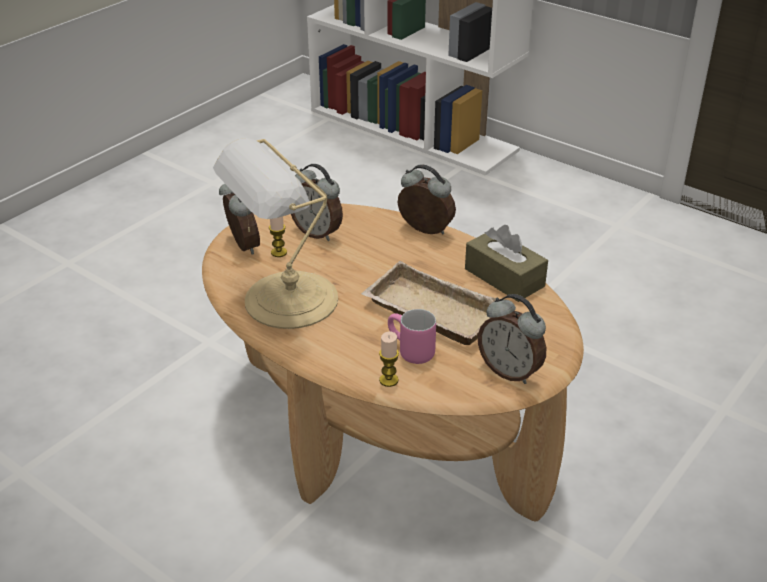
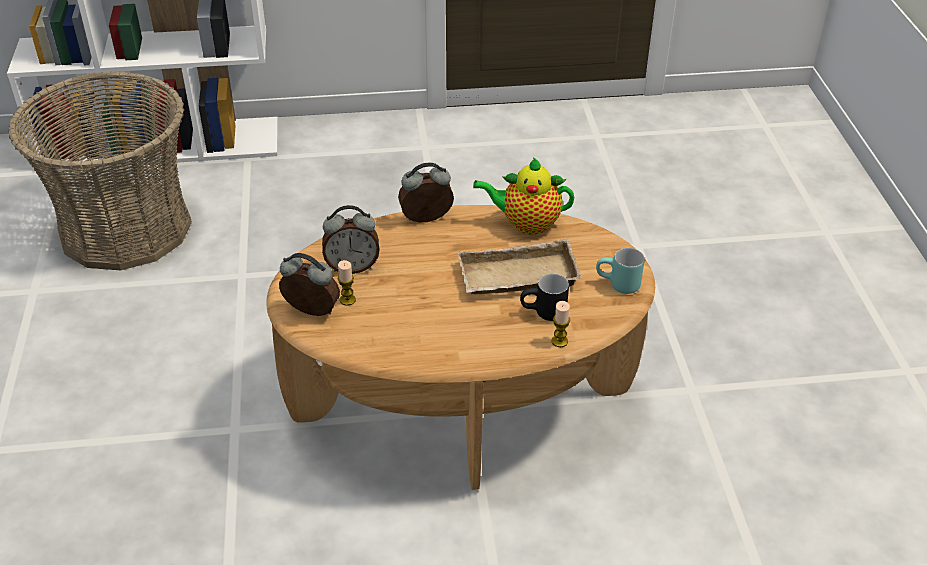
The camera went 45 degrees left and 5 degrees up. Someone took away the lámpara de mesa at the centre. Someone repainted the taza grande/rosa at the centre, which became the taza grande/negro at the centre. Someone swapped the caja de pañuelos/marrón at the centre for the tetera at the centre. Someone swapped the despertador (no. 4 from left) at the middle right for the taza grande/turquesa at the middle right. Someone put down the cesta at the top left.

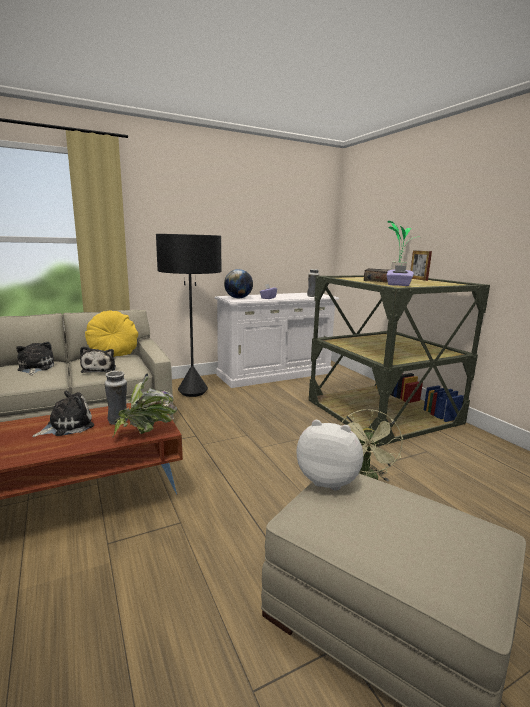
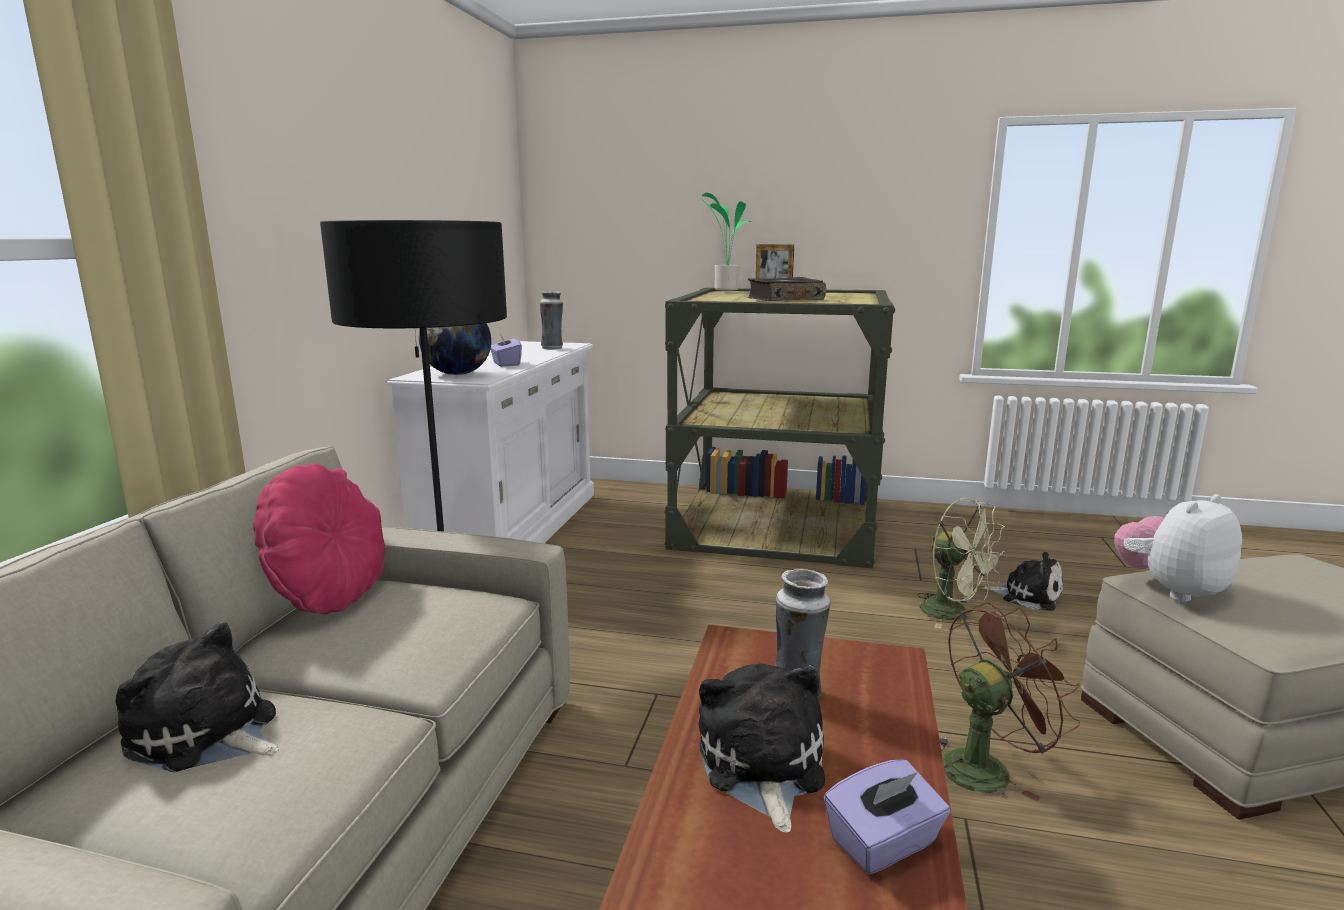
The camera went 50 degrees left and 0 degrees up. Someone carried the peluche (no. 3 from left) from the middle left to the middle right. Someone repainted the cojín/amarillo at the middle left, which became the cojín/rosa at the middle left. Someone took away the planta en maceta (no. 1 from left) at the middle left. Someone carried the caja de pañuelos/morado (no. 2 from left) from the middle right to the bottom centre. Someone put down the ventilador/marrón at the bottom right.

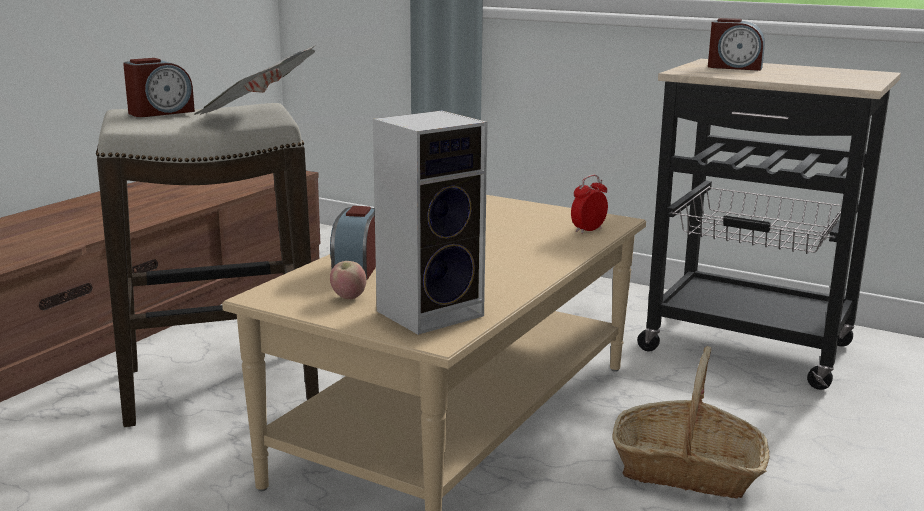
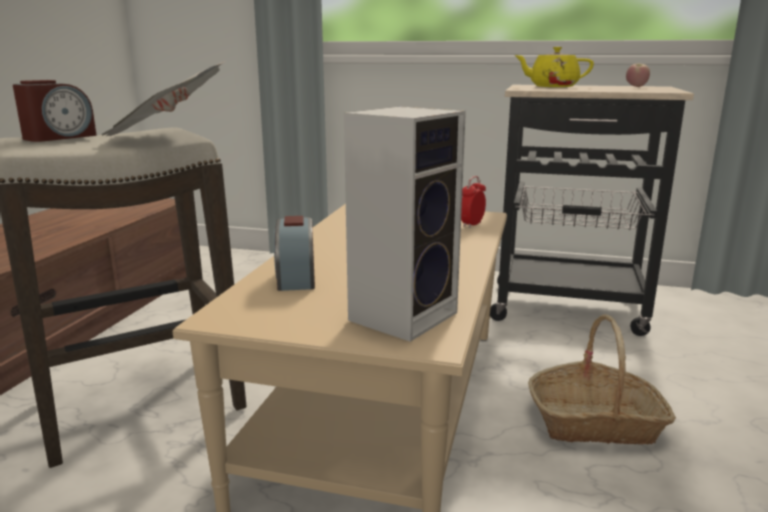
The camera went 15 degrees left and 0 degrees up. Someone carried the manzana from the centre to the top right. Someone swapped the despertador (no. 4 from left) at the top right for the tetera/amarillo at the top right.

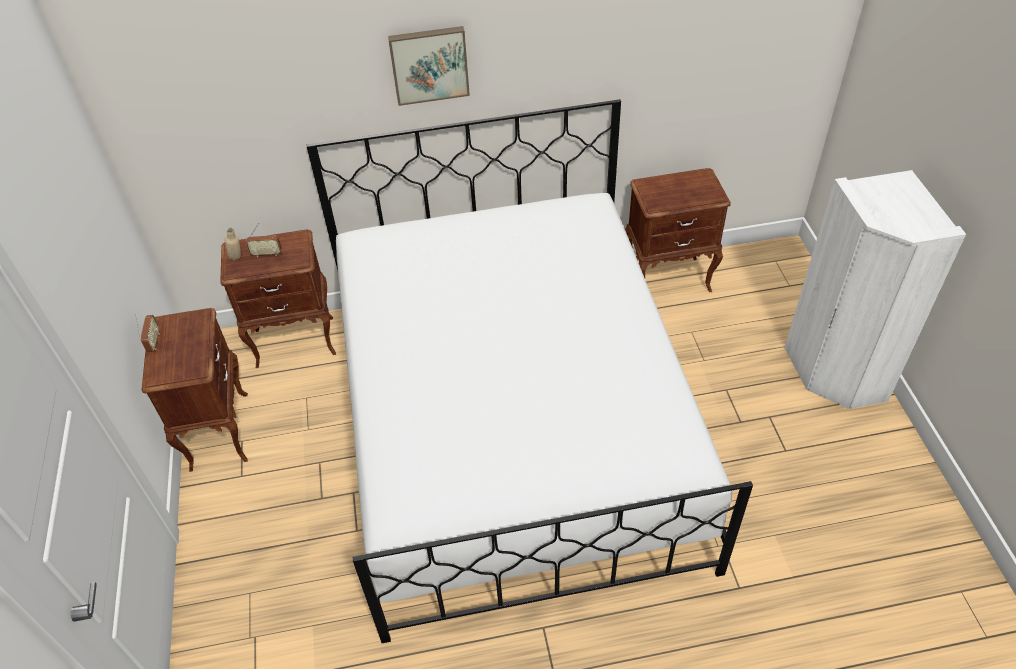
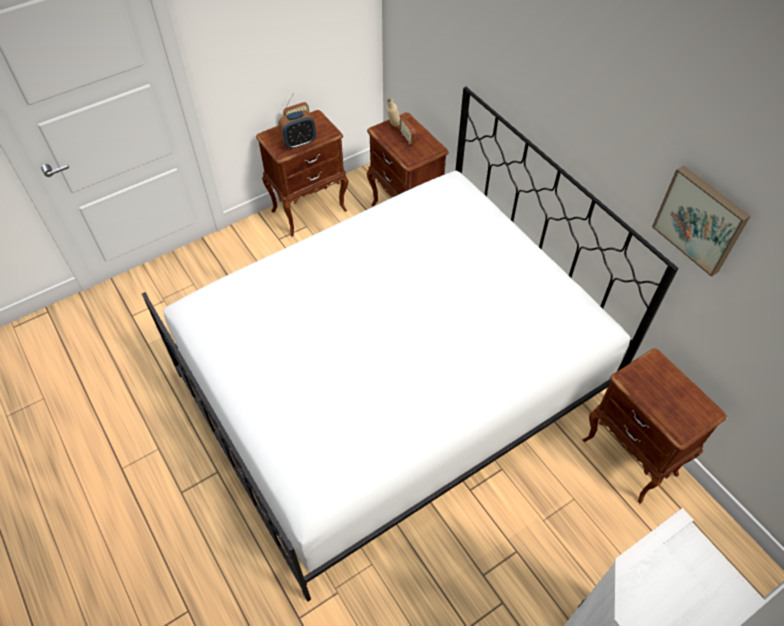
The camera went 65 degrees right and 5 degrees up. Someone carried the cuadro from the top centre to the middle right. Someone put down the despertador at the top centre.

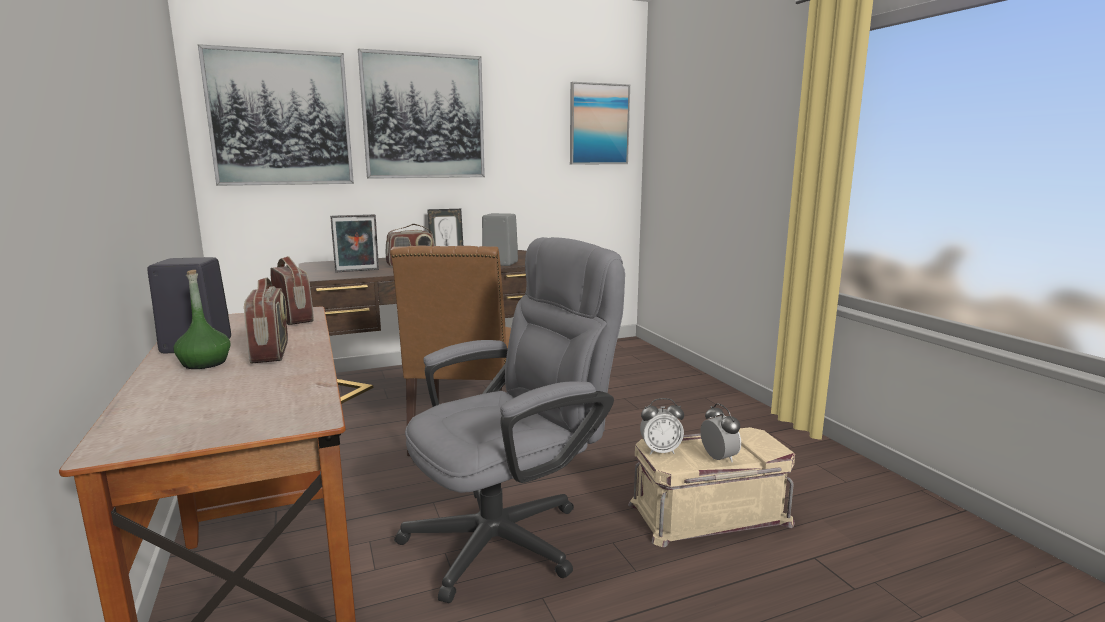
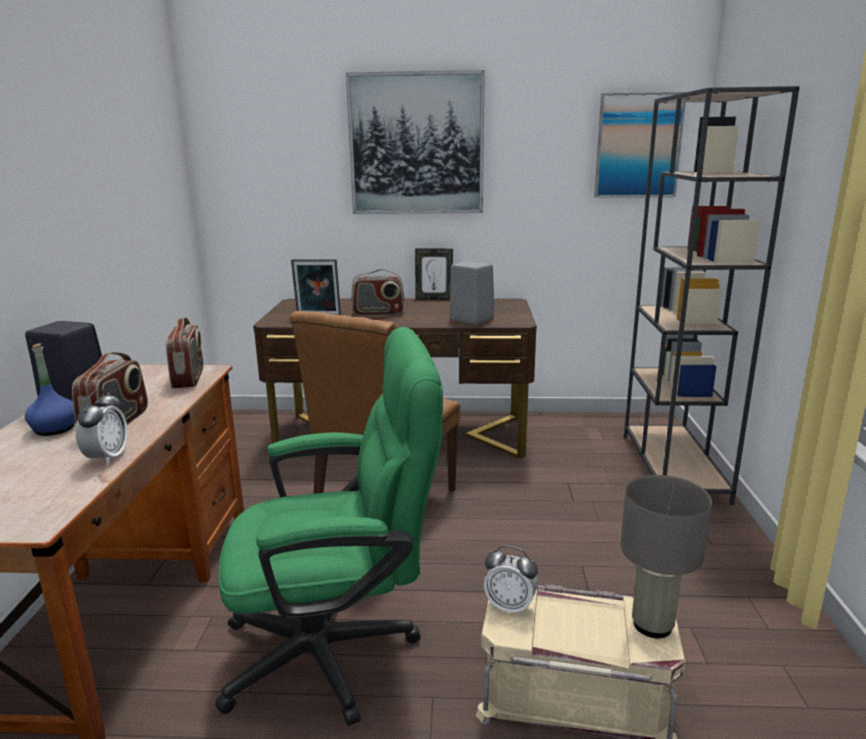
The camera went 25 degrees right and 5 degrees up. Someone repainted the botella/verde at the middle left, which became the botella/azul at the middle left. Someone took away the cuadro (no. 1 from left) at the top left. Someone repainted the silla de oficina/gris at the bottom centre, which became the silla de oficina/verde at the bottom centre. Someone carried the despertador (no. 2 from left in the first image) from the bottom centre to the middle left. Someone put down the lámpara de mesa/gris at the bottom right. Someone put down the estantería at the middle right.

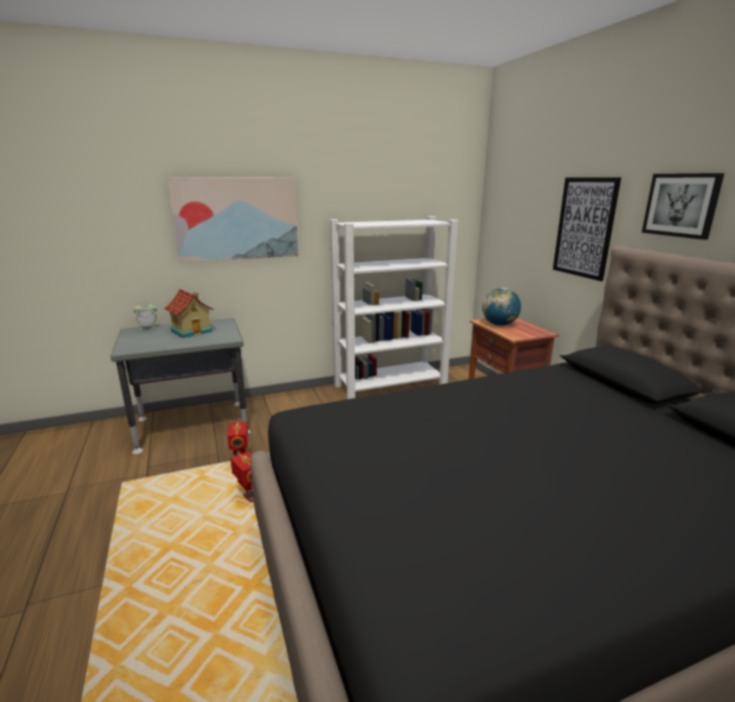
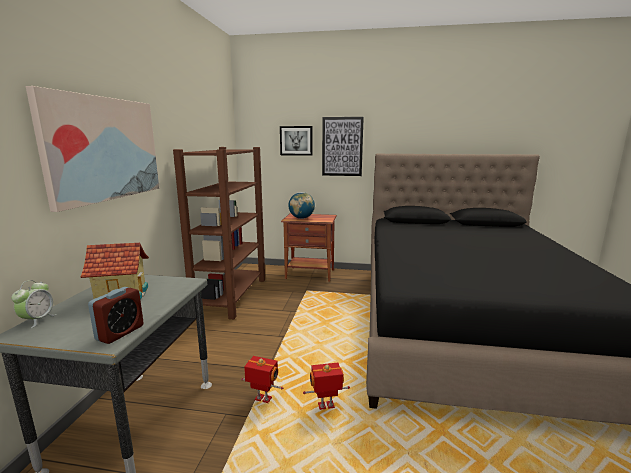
The camera went 60 degrees left and 5 degrees down. Someone repainted the estantería/blanco at the centre, which became the estantería/marrón at the centre. Someone carried the cuadro (no. 3 from left in the first image) from the top right to the top centre. Someone put down the despertador (no. 2 from left) at the middle left.

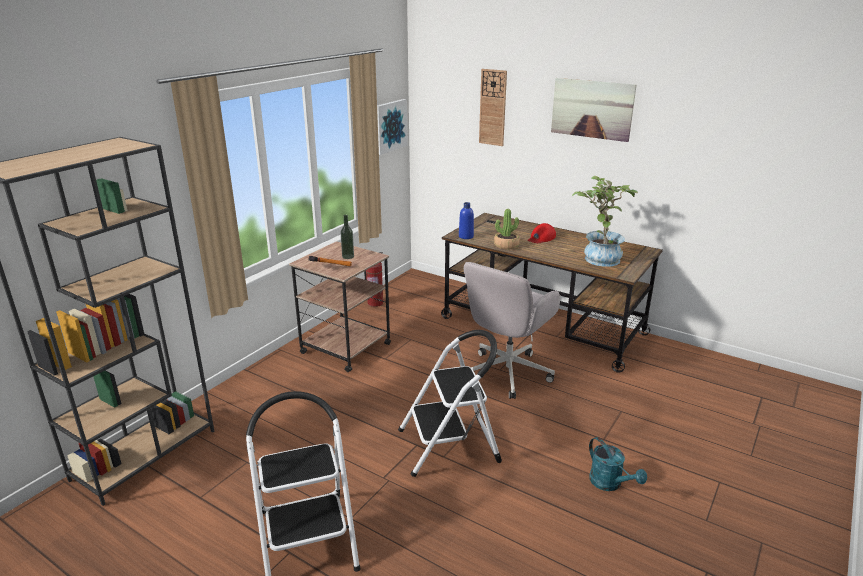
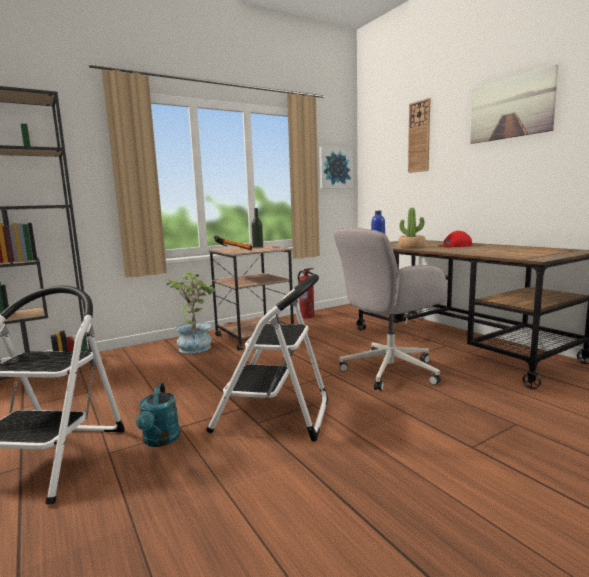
The camera went 25 degrees right and 15 degrees down. Someone carried the planta en maceta (no. 2 from left in the first image) from the middle right to the middle left. Someone carried the regadera/turquesa from the bottom right to the bottom left.

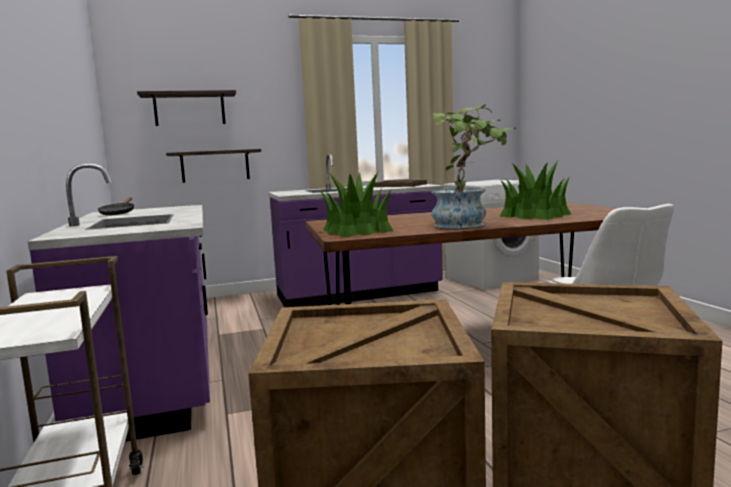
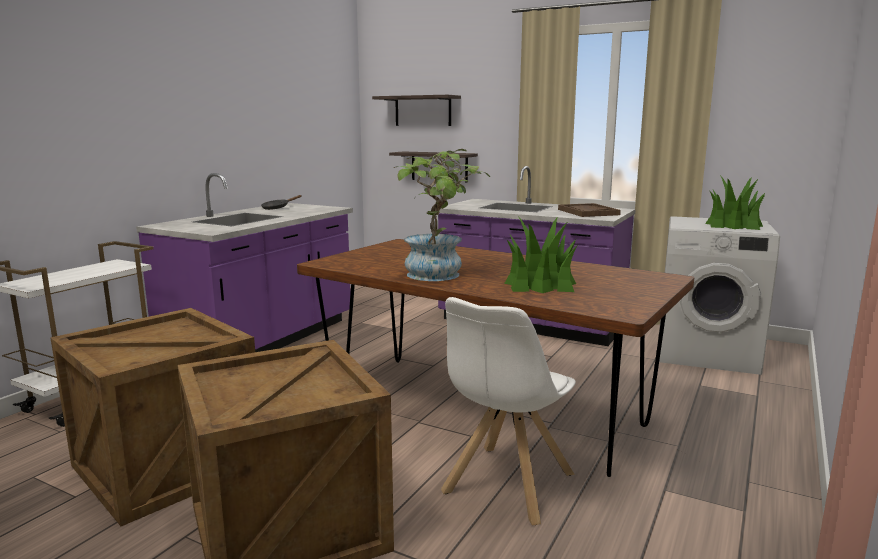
The camera went 45 degrees right and 5 degrees up. Someone carried the planta en maceta (no. 1 from left in the first image) from the centre to the middle right.

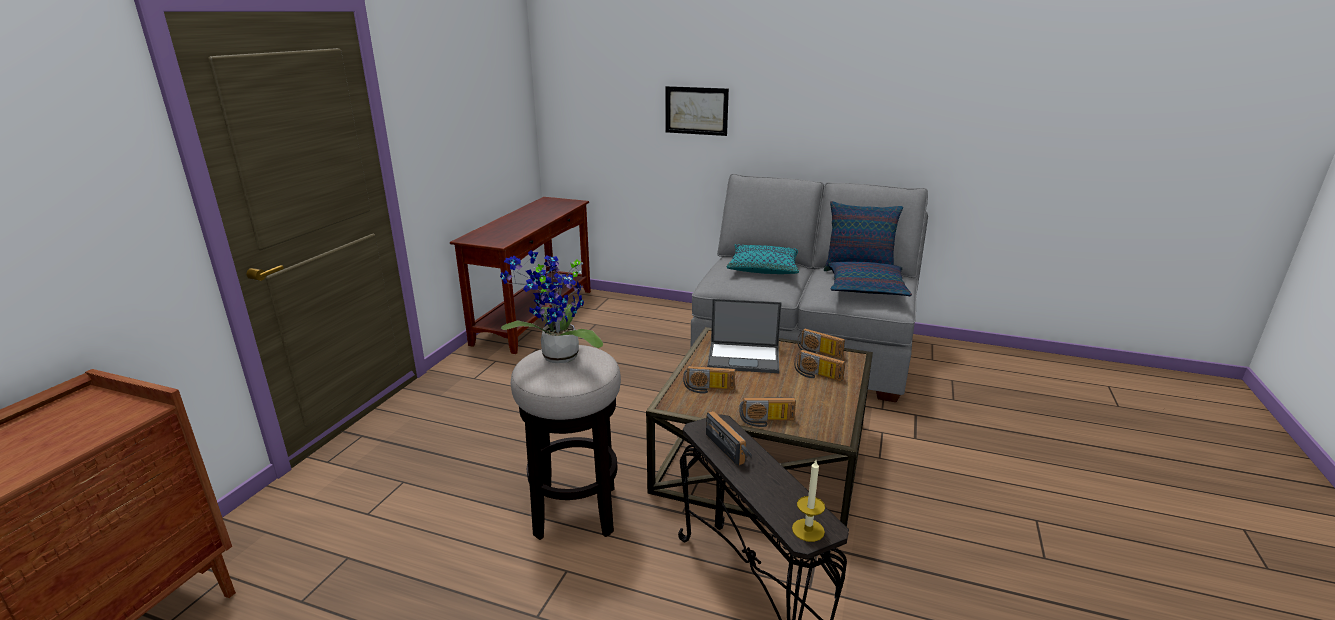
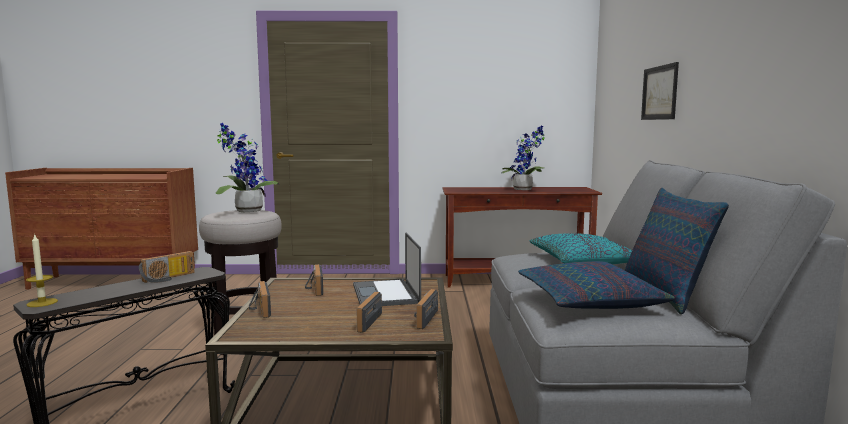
The camera went 70 degrees right and 15 degrees down. Someone put down the planta en maceta (no. 2 from left) at the centre.

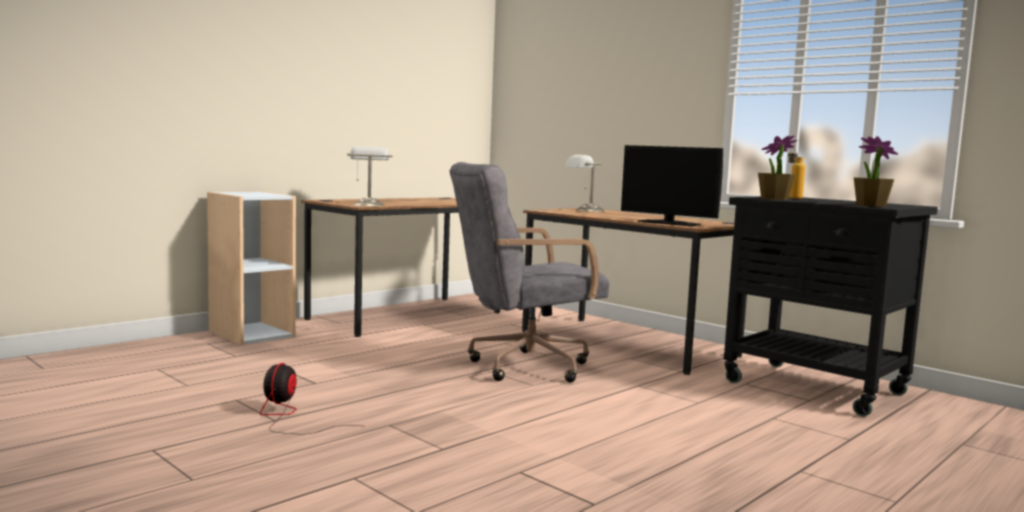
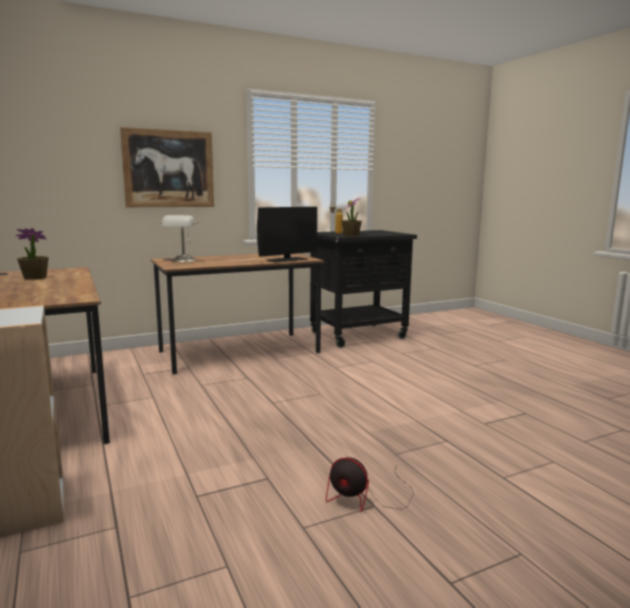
The camera went 70 degrees left and 5 degrees up. Someone took away the lámpara de mesa/blanco (no. 1 from left) at the centre. Someone took away the silla de oficina/gris at the centre. Someone carried the planta en maceta (no. 2 from left in the first image) from the middle right to the middle left. Someone put up the cuadro at the top left.

